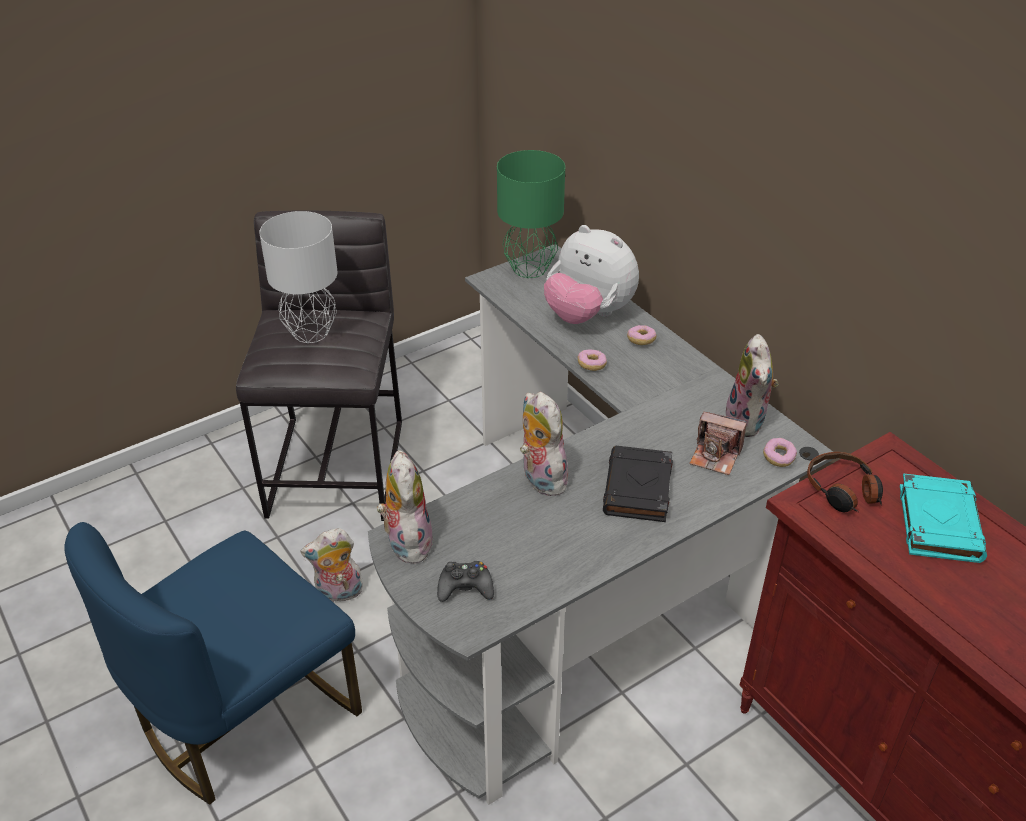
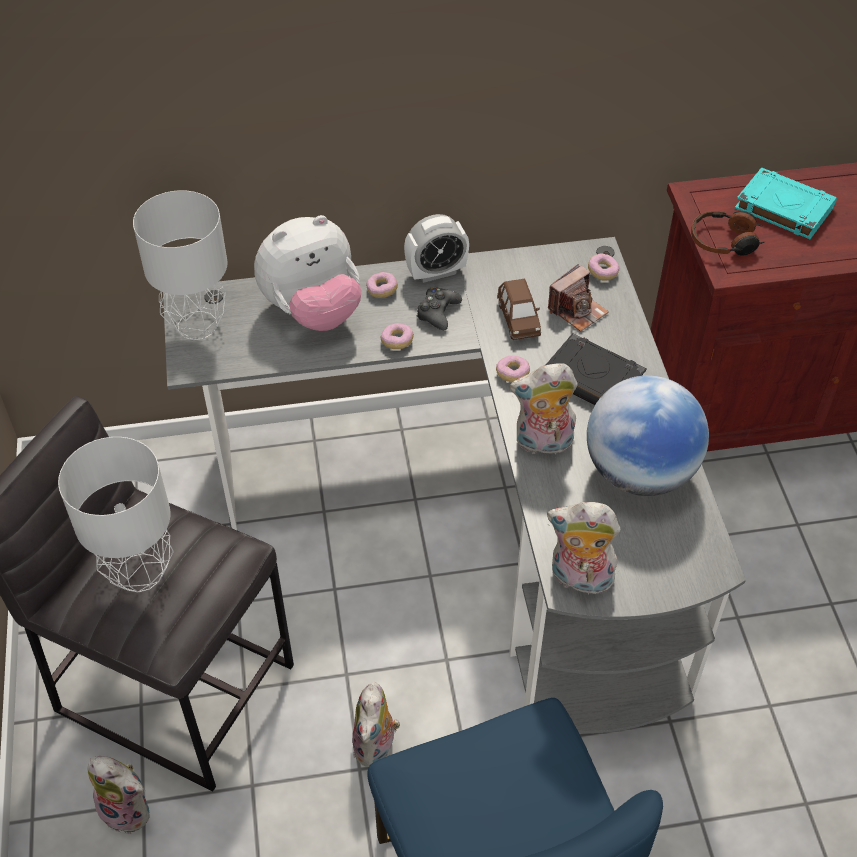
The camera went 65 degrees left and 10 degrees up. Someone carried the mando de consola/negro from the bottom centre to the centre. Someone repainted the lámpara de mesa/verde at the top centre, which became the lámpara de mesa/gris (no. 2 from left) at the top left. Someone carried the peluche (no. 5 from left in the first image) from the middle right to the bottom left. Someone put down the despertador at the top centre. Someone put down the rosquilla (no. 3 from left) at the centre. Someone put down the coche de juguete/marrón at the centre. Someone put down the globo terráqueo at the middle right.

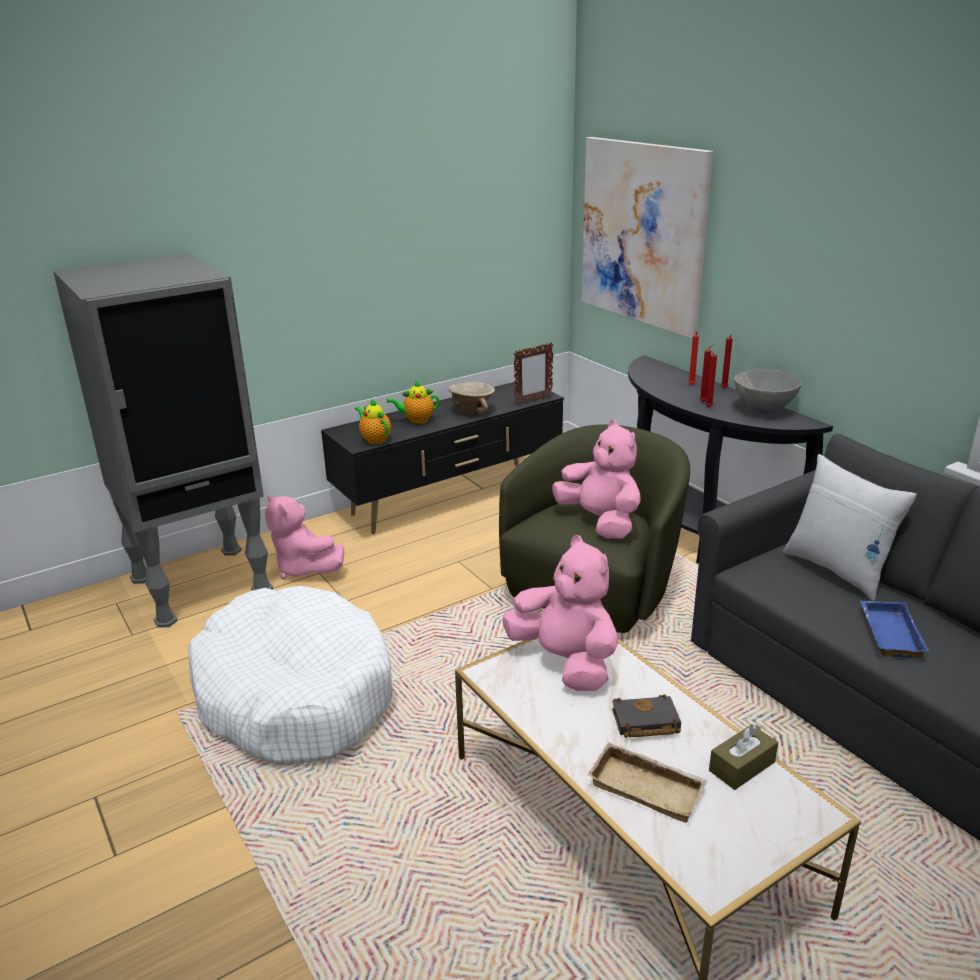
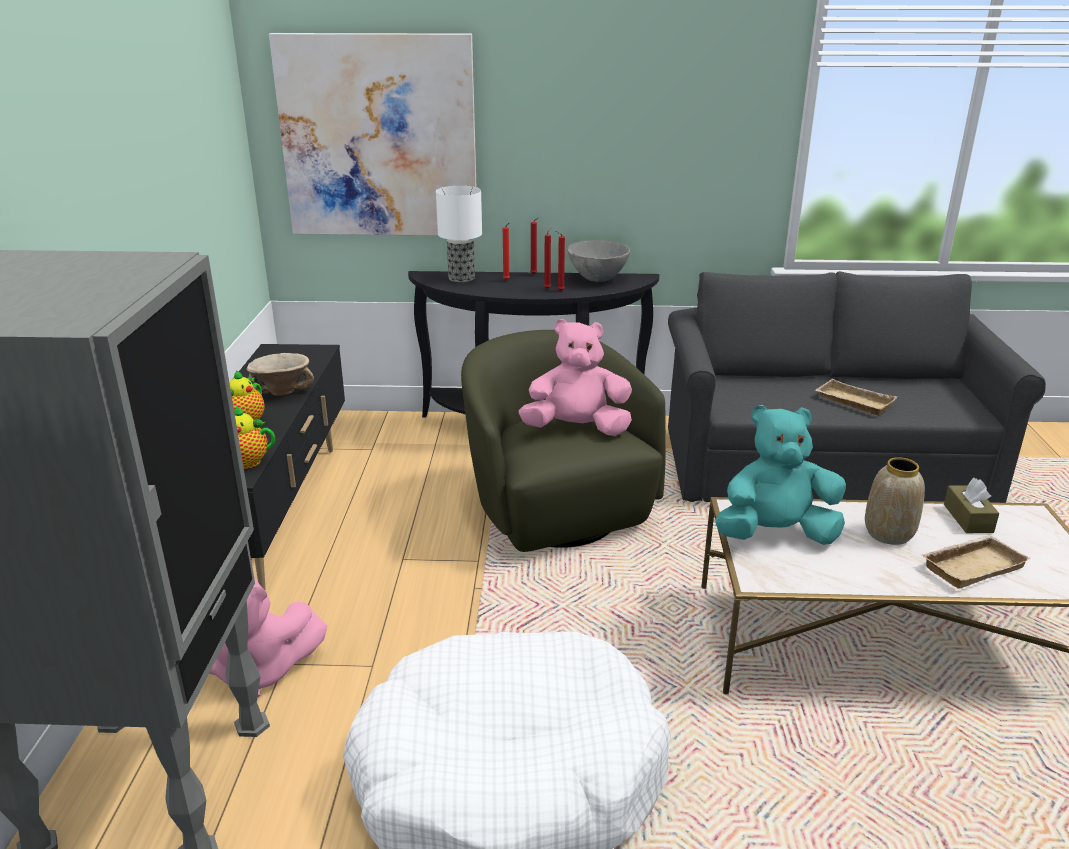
The camera went 55 degrees left and 0 degrees up. Someone repainted the peluche/rosa (no. 2 from left) at the centre, which became the peluche/turquesa at the middle right. Someone took away the portarretratos at the centre. Someone swapped the libro/negro at the bottom centre for the florero at the middle right. Someone took away the cojín/gris at the middle right. Someone repainted the bandeja/azul at the middle right, which became the bandeja/beis (no. 1 from left) at the middle right. Someone put down the lámpara de mesa at the top centre.

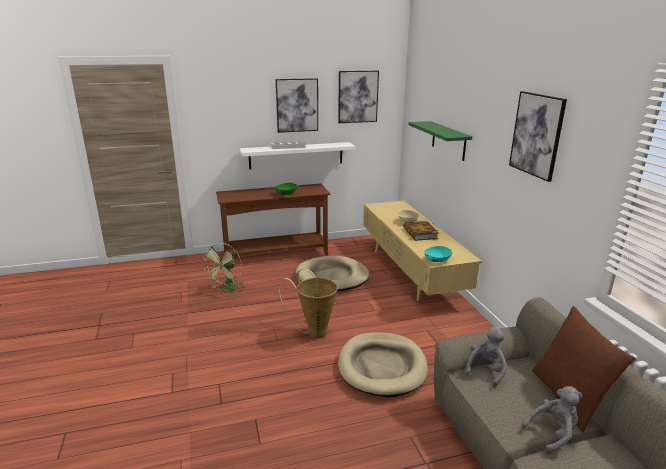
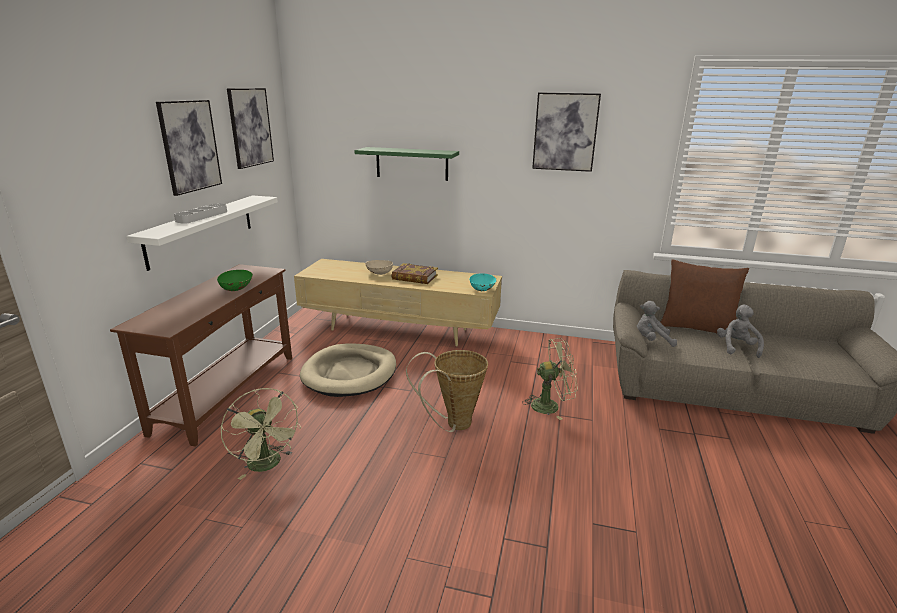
The camera went 60 degrees left and 0 degrees up. Someone swapped the cama para perro/beis (no. 2 from left) at the bottom centre for the ventilador/verde (no. 2 from left) at the centre. Someone rotated the peluche/gris (no. 1 from left) at the bottom right by 60 degrees counterclockwise.

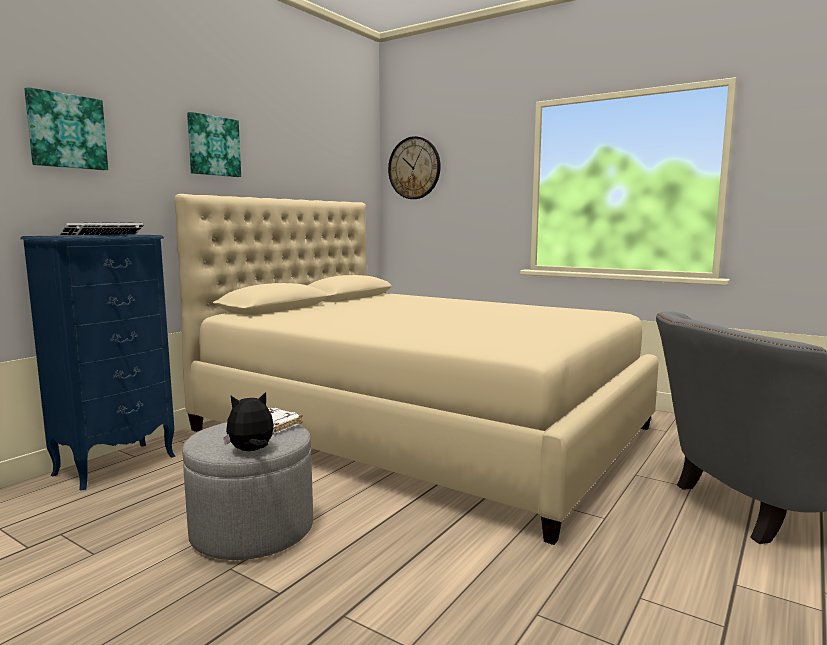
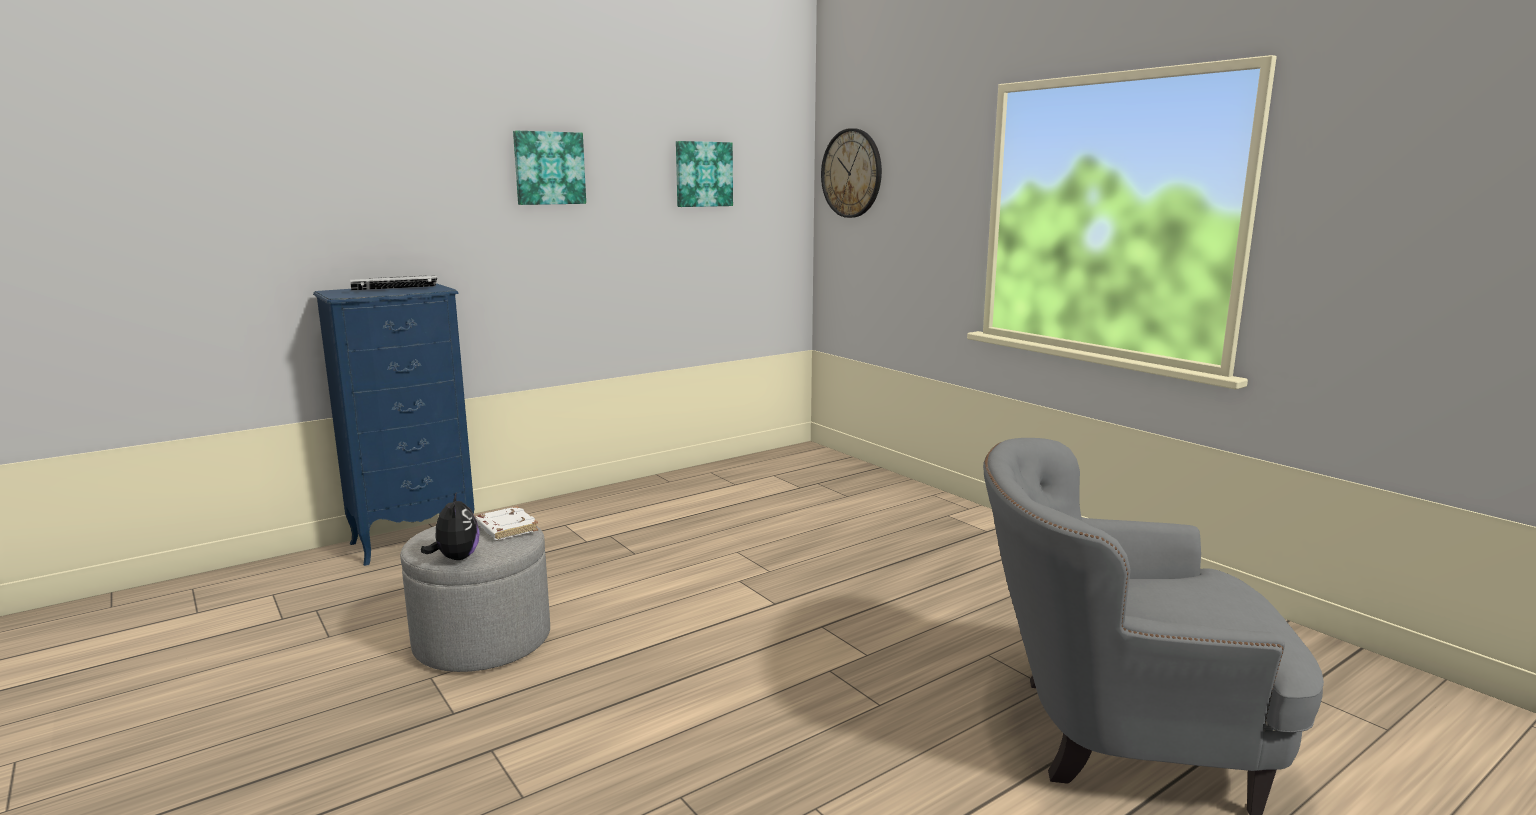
The camera went 20 degrees right and 5 degrees up. Someone carried the cuadro (no. 1 from left in the first image) from the top left to the top centre. Someone took away the cama/beis at the centre. Someone rotated the peluche at the middle left by 75 degrees clockwise.

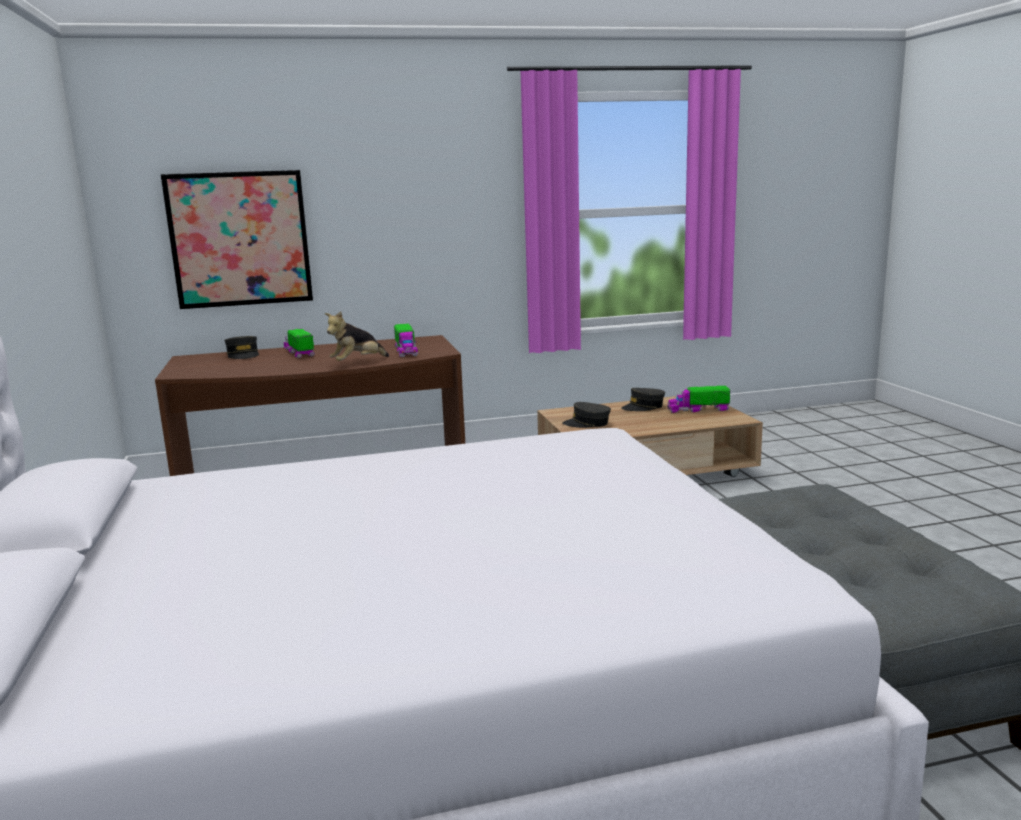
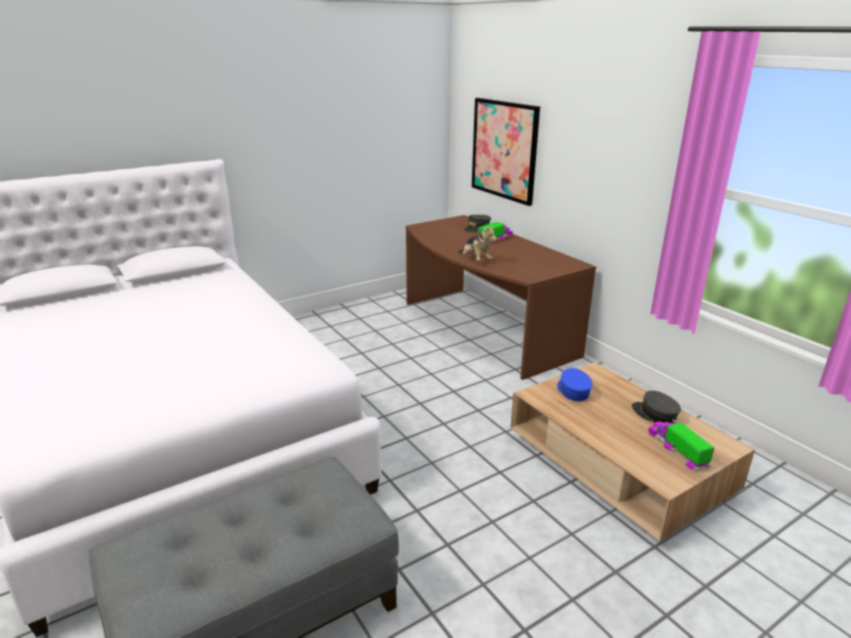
The camera went 70 degrees right and 10 degrees up. Someone rotated the peluche at the centre by 150 degrees counterclockwise. Someone took away the camión de juguete (no. 2 from left) at the centre. Someone repainted the gorra/gris (no. 2 from left) at the centre, which became the gorra/azul at the middle right.

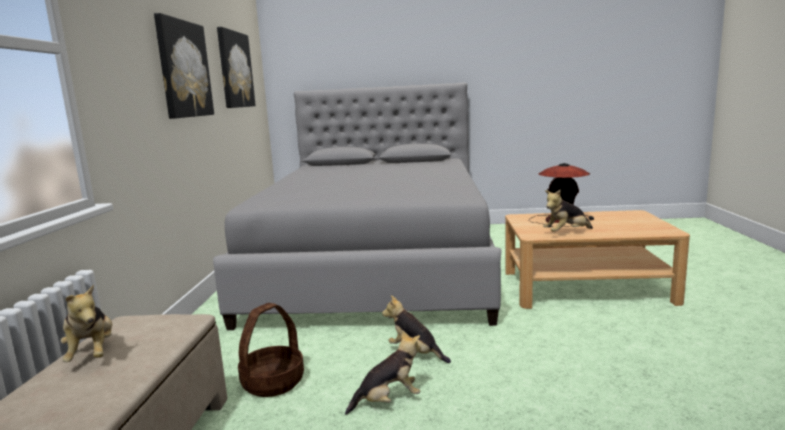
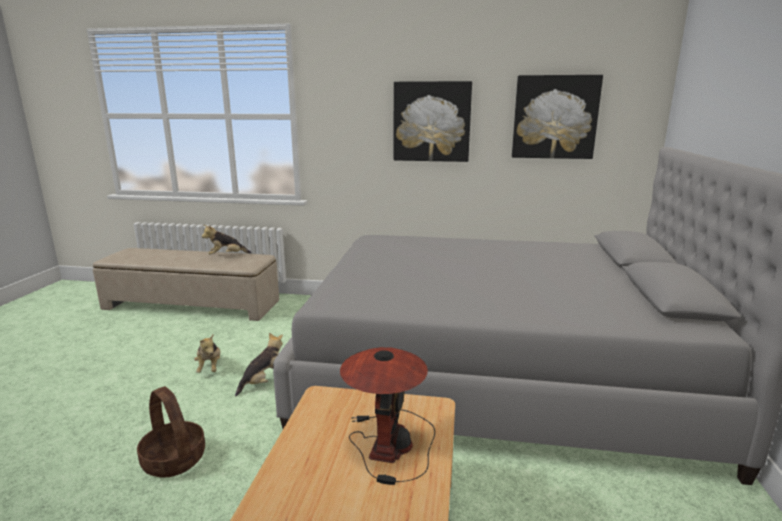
The camera went 95 degrees right and 5 degrees up. Someone carried the cesta from the bottom centre to the bottom left. Someone took away the peluche (no. 4 from left) at the middle right.

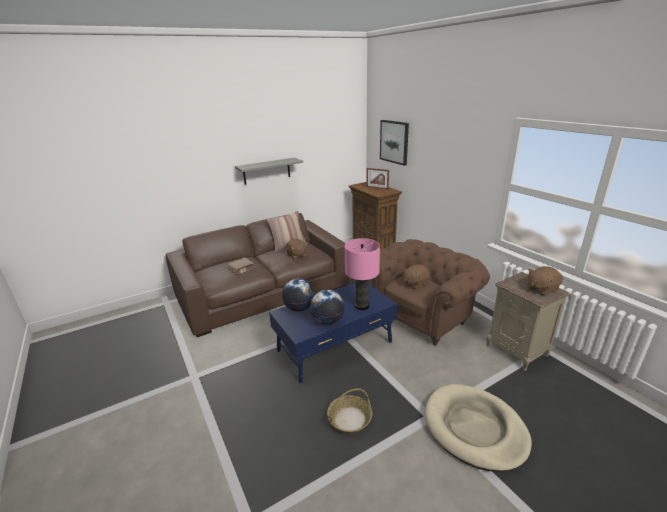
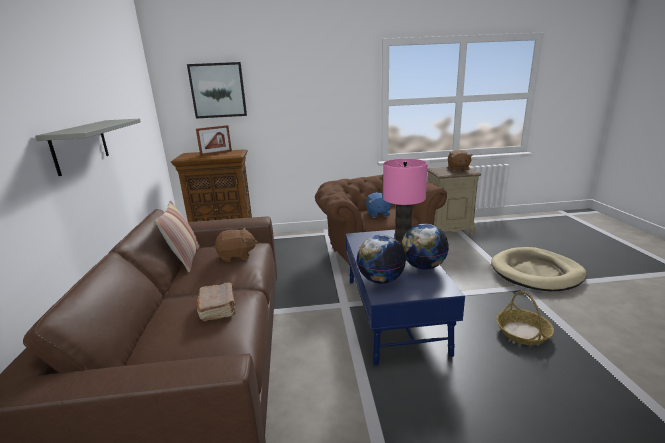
The camera went 65 degrees left and 5 degrees down. Someone repainted the peluche/marrón (no. 2 from left) at the centre, which became the peluche/azul at the centre.

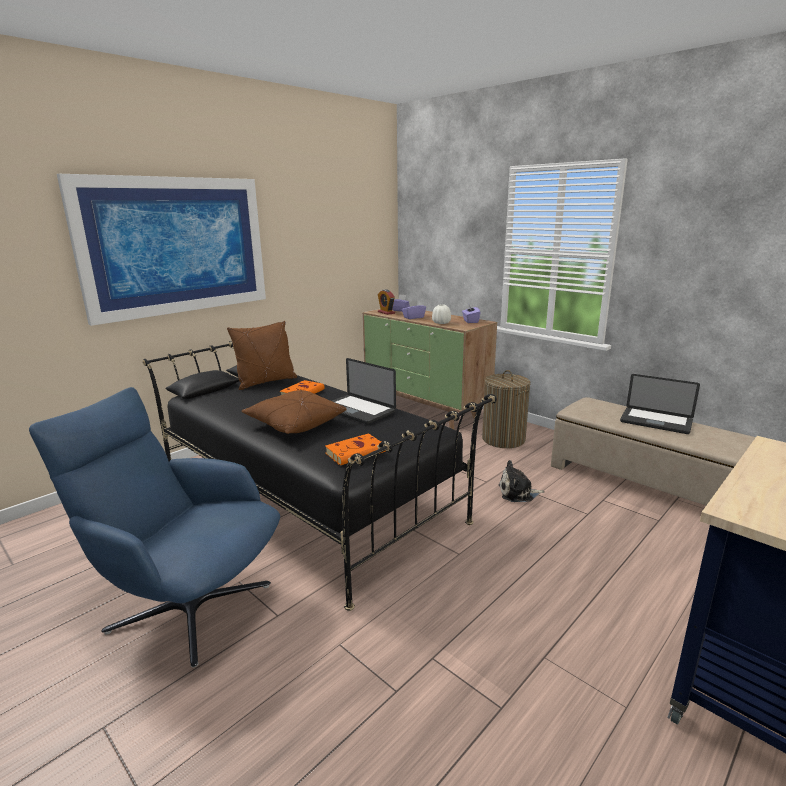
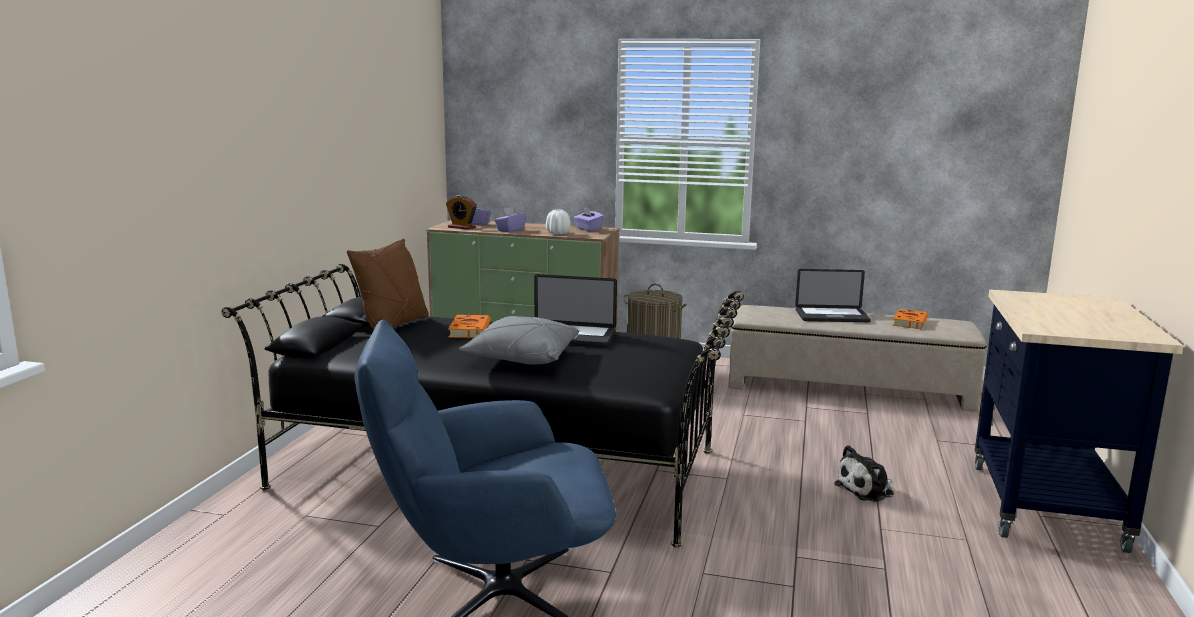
The camera went 30 degrees left and 5 degrees down. Someone took away the cuadro at the top left. Someone repainted the cojín/marrón (no. 2 from left) at the centre, which became the cojín/gris at the centre. Someone carried the libro/naranja (no. 2 from left) from the centre to the middle right. Someone carried the peluche from the centre to the bottom right.

